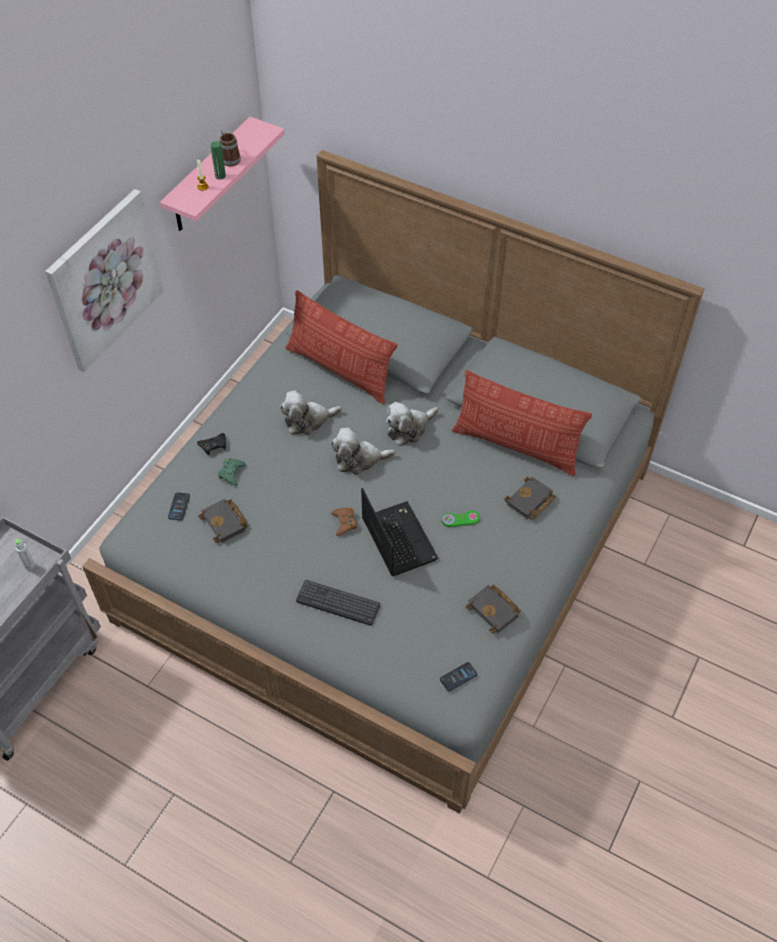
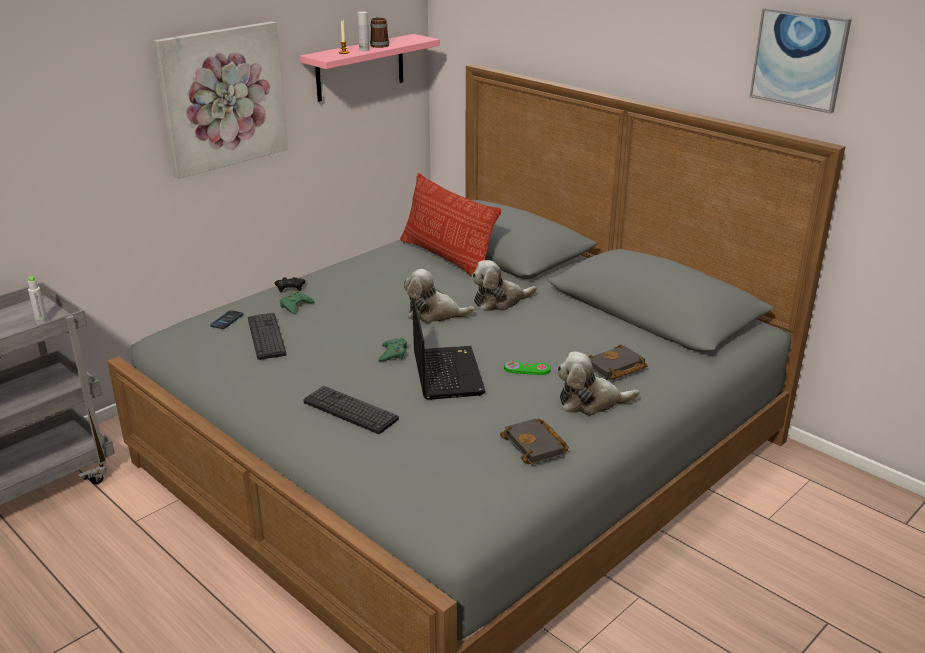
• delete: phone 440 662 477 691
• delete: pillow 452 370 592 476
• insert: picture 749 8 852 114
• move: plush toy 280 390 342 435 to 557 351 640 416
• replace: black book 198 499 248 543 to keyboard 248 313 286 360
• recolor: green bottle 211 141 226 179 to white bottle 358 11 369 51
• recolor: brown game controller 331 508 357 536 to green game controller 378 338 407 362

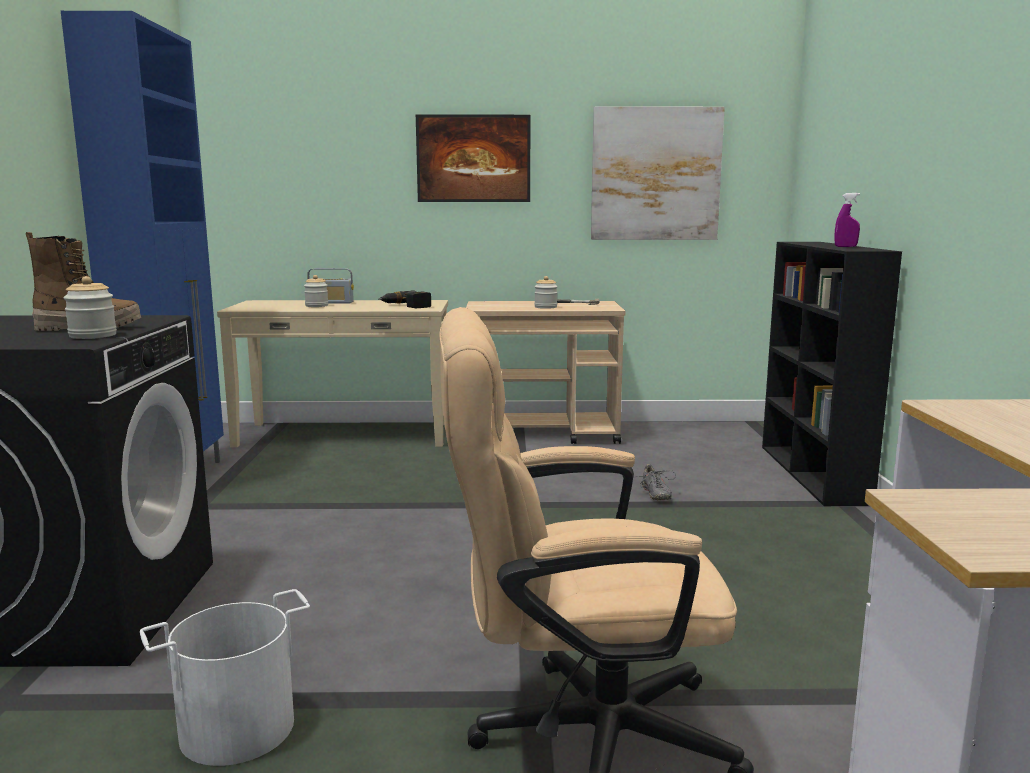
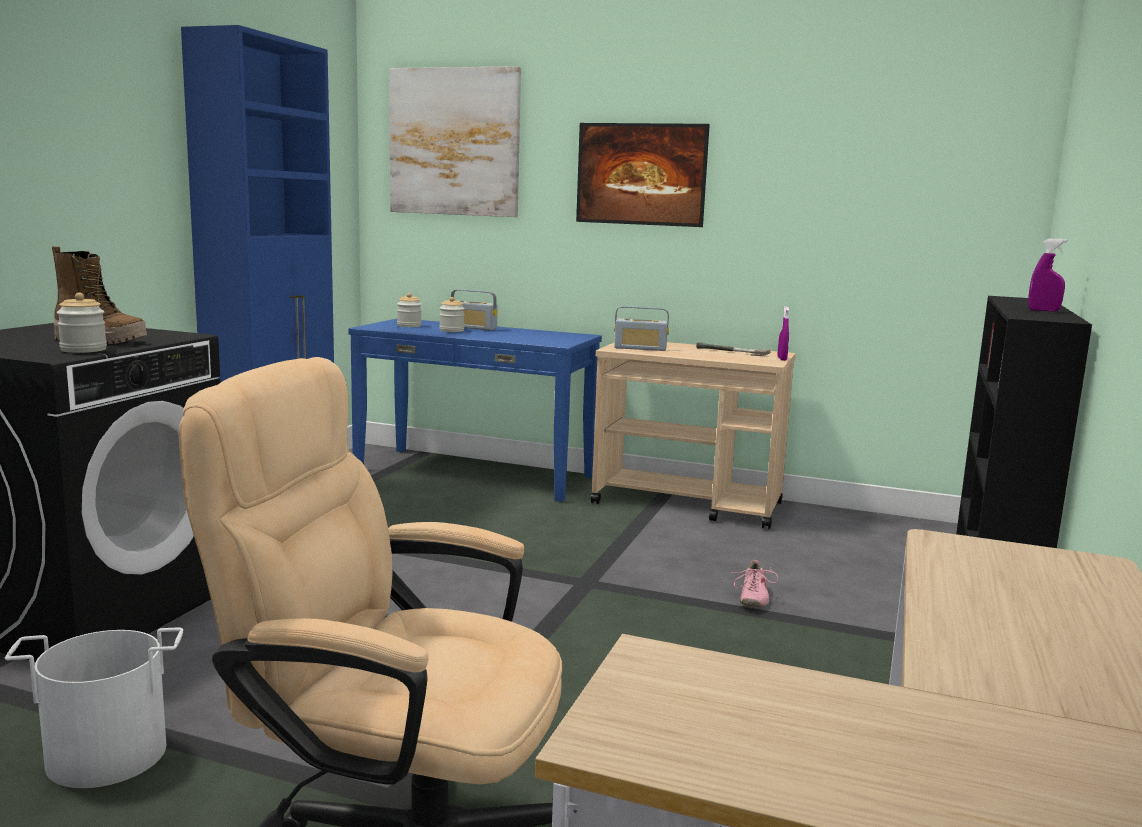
• delete: power drill 379 291 431 308
• insert: radio 614 306 669 351
• insert: purple spray bottle 778 306 789 361
• move: jar 534 276 558 309 to 397 293 422 327
• move: picture 591 106 725 240 to 389 66 521 217
• recolor: beige console table 217 300 448 448 to blue console table 349 318 602 502
• recolor: grey shoe 636 464 676 500 to pink shoe 731 560 778 607

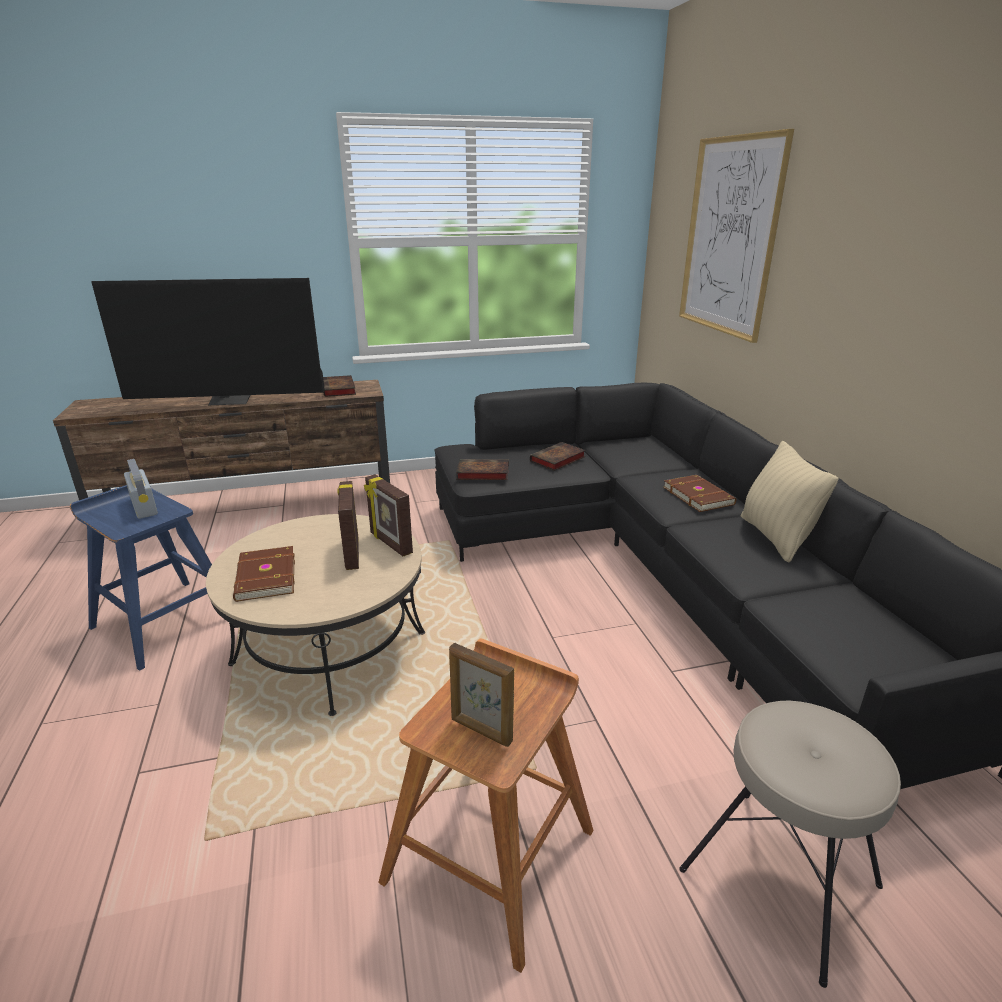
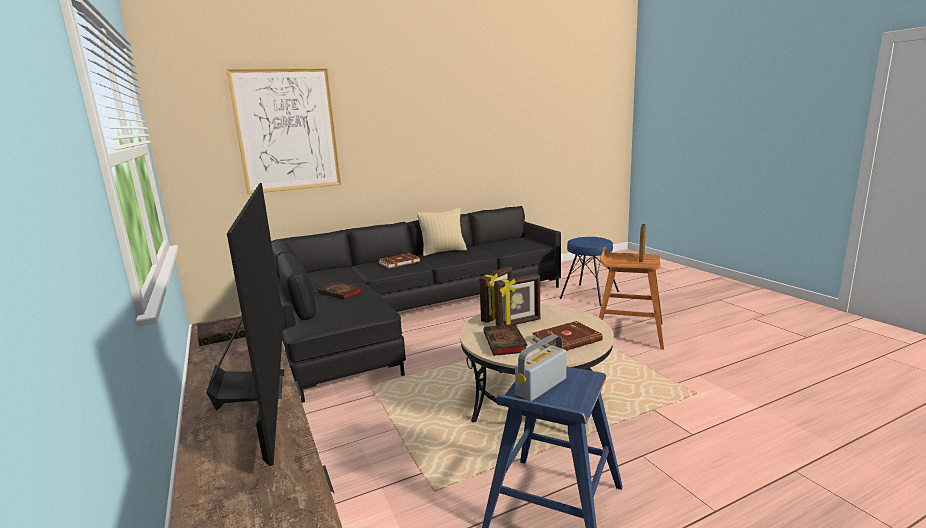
• move: book 456 459 509 480 to 483 324 528 356
• recolor: beige stool 679 701 901 988 to blue stool 559 237 619 306

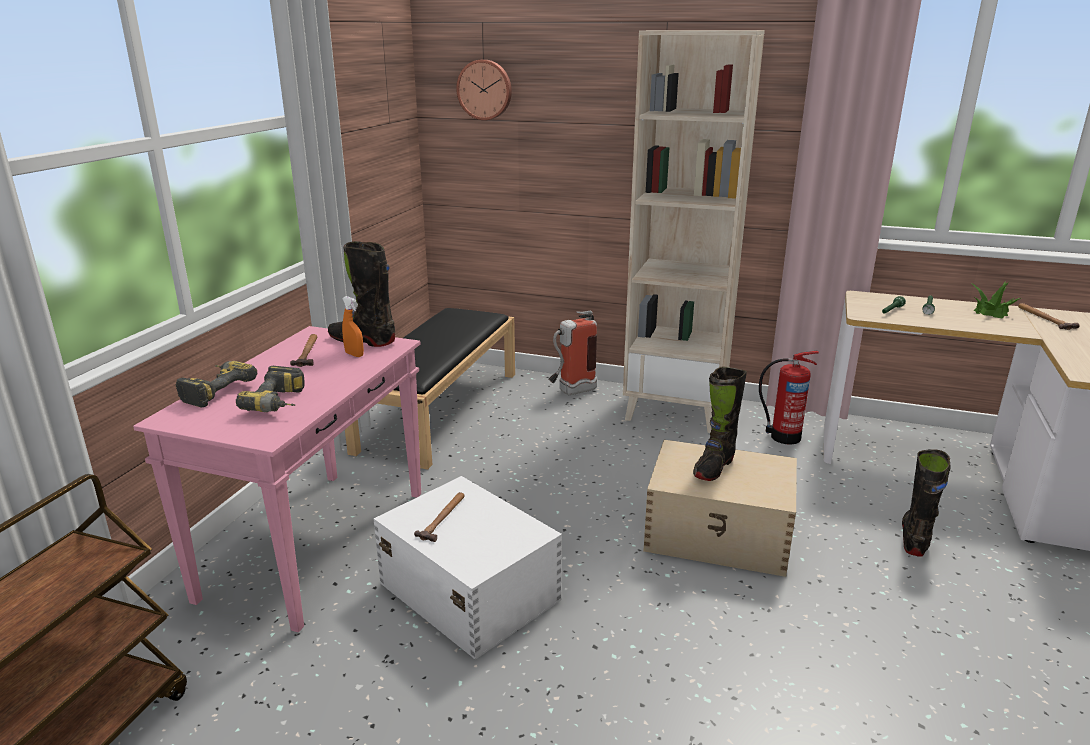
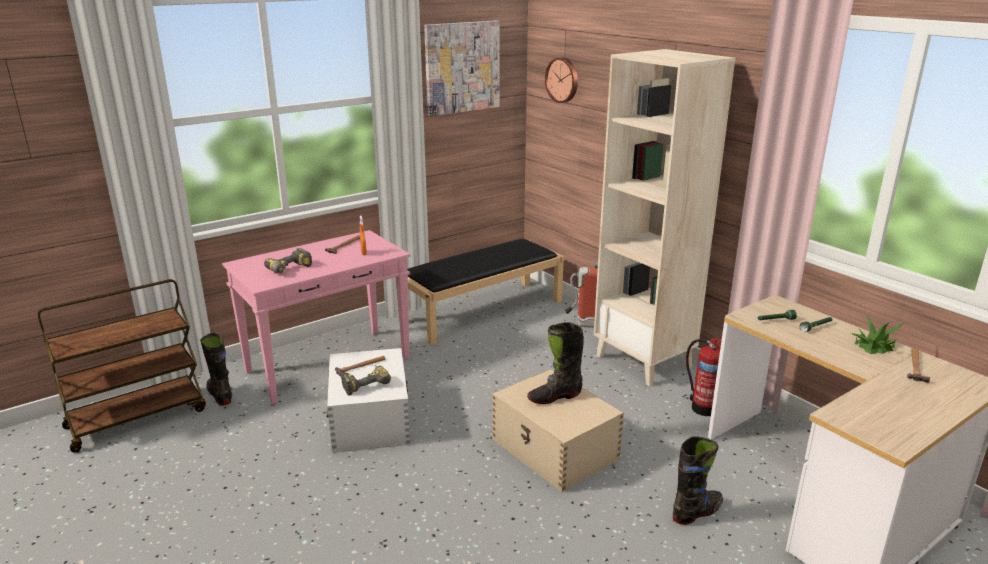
• insert: picture 424 20 500 116
• move: power drill 176 361 257 408 to 341 365 391 395
• move: black boot 328 241 395 347 to 200 333 232 406

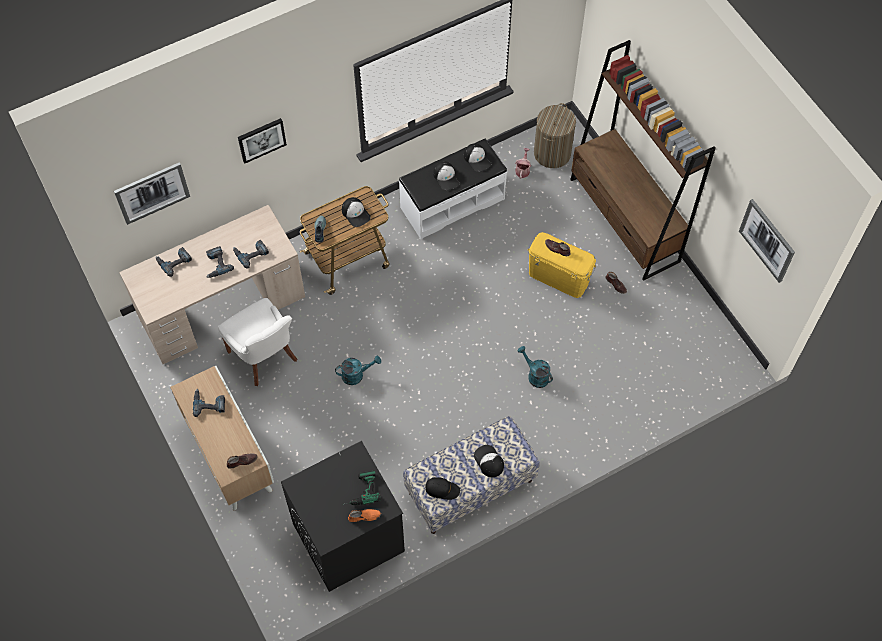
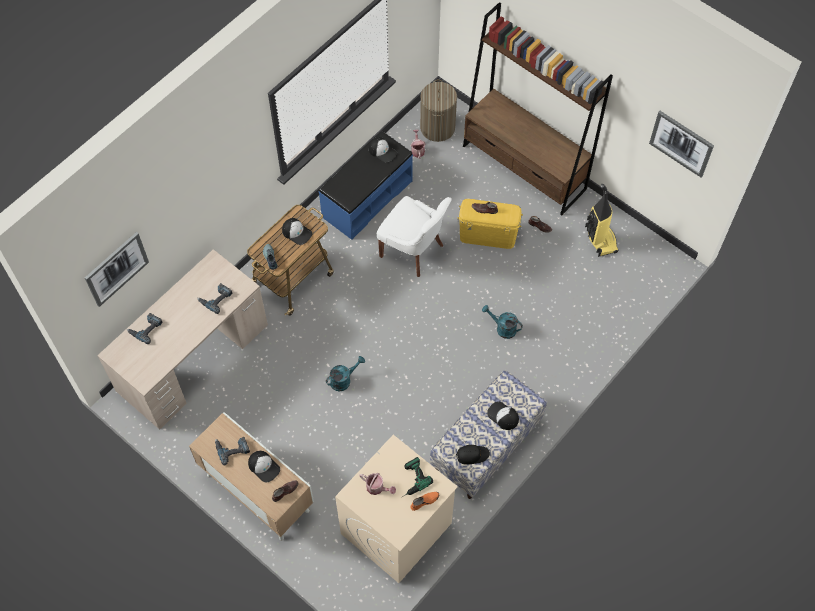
• delete: power drill 206 246 234 278
• delete: picture 238 118 287 164
• insert: watering can 359 473 396 495
• insert: vacuum cleaner 585 184 618 257
• move: white chair 218 298 297 386 to 377 196 452 277
• move: cap 433 161 460 190 to 248 451 280 482
• recolor: black washing machine 281 441 405 592 to beige washing machine 335 435 458 583
• recolor: white bench 399 139 507 239 to blue bench 319 131 413 240

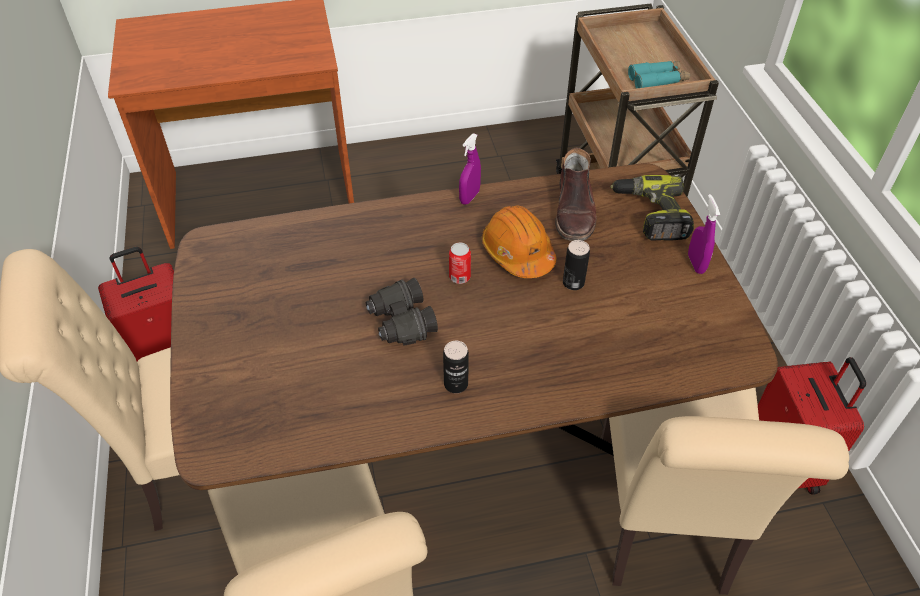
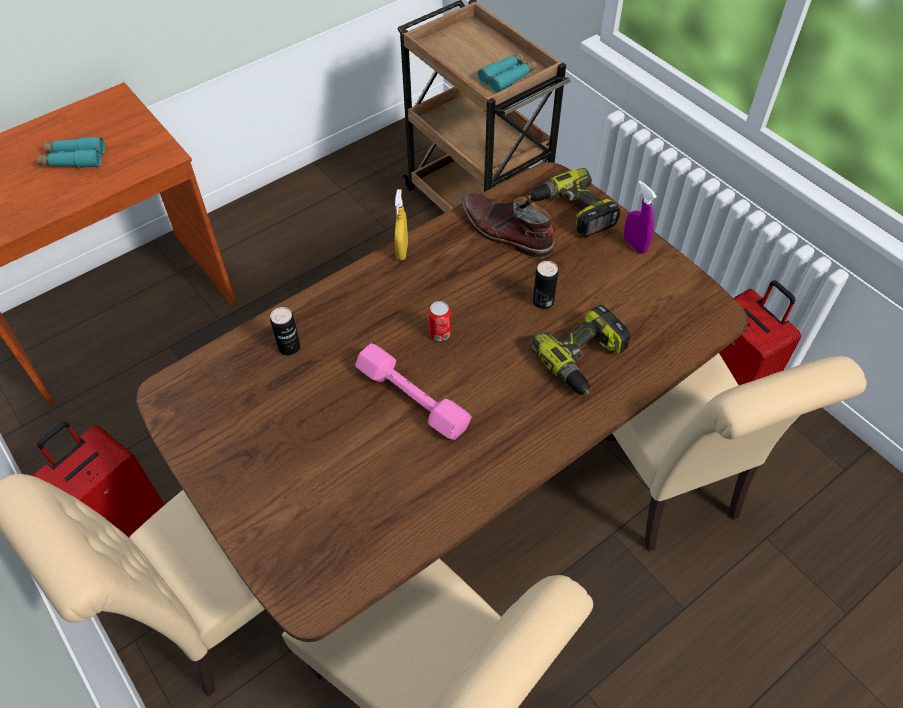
• delete: orange hard hat 482 205 556 278
• insert: turquoise binoculars 36 137 105 168
• insert: power drill 530 305 631 395
• move: can 443 341 469 393 to 270 307 300 356
• replace: black binoculars 366 278 438 346 to pink dumbbell 355 343 472 440
• recolor: purple spray bottle 459 133 481 205 to yellow spray bottle 395 189 408 260
• rotate: brown boot 555 148 597 241 = 462 192 555 258 150 degrees clockwise

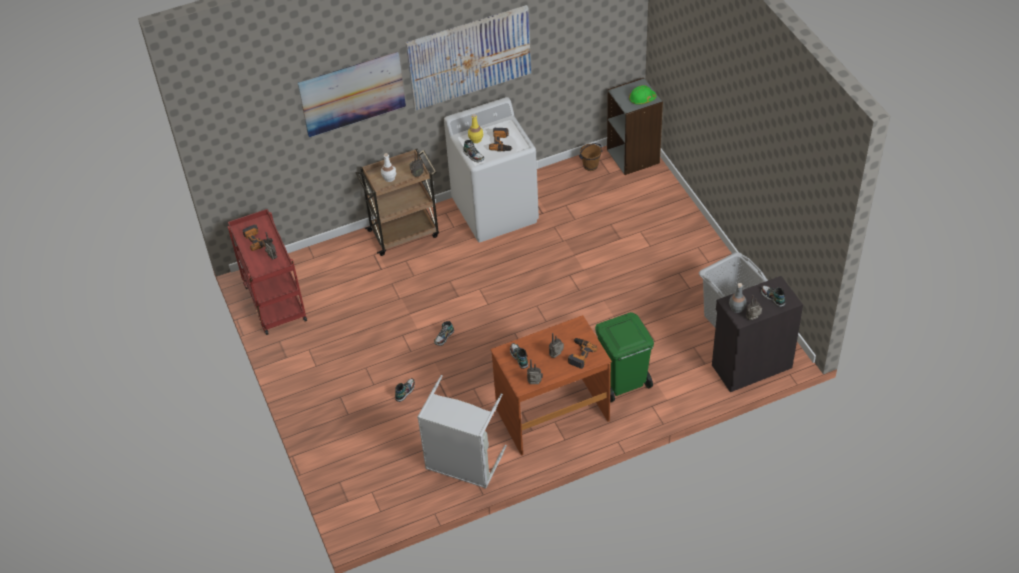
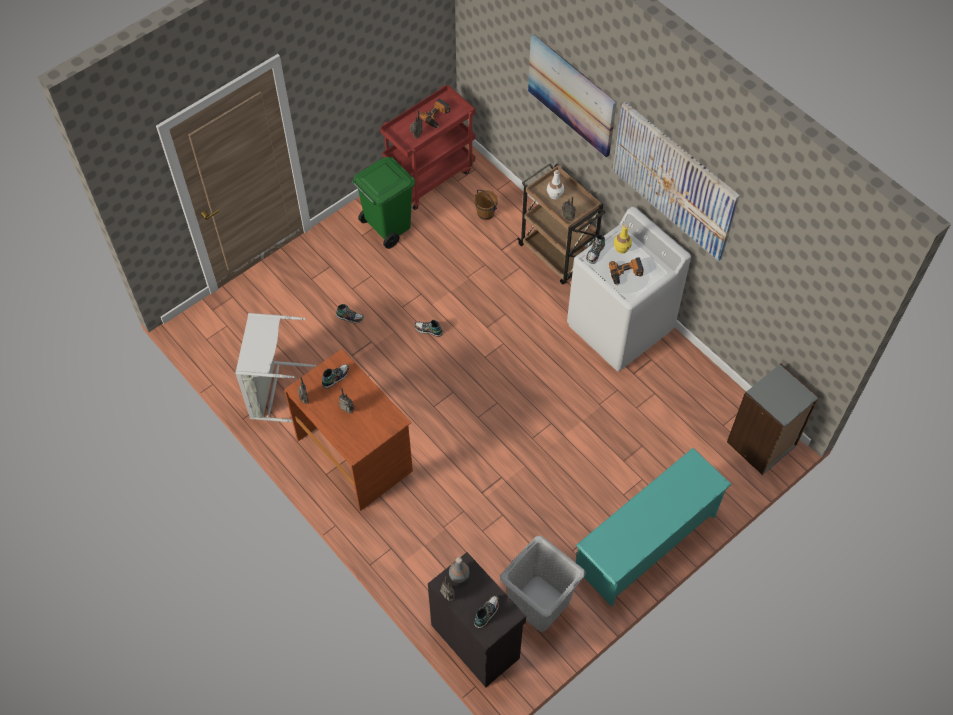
• delete: power drill 568 338 598 369
• delete: green hard hat 629 85 657 105
• insert: turquoise shoe rack 575 448 732 606
• move: brown bucket 579 143 603 171 to 474 190 498 220
• move: green trash can 595 312 654 402 to 352 157 415 249

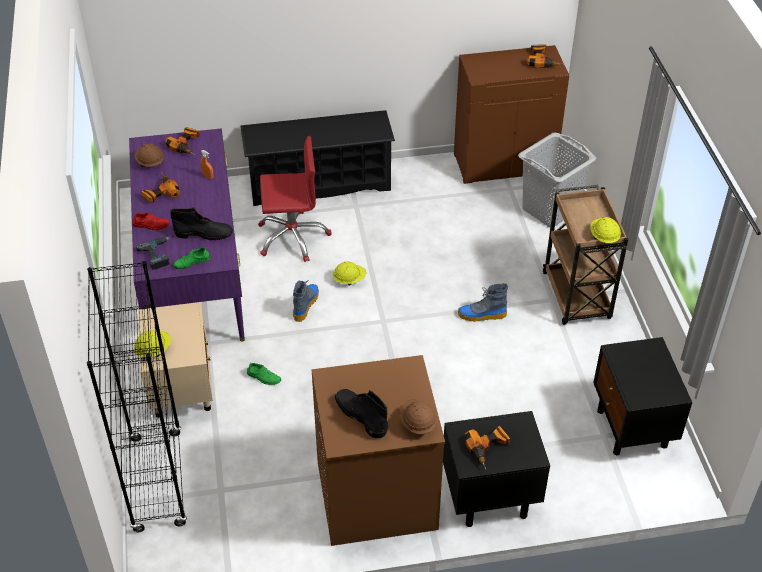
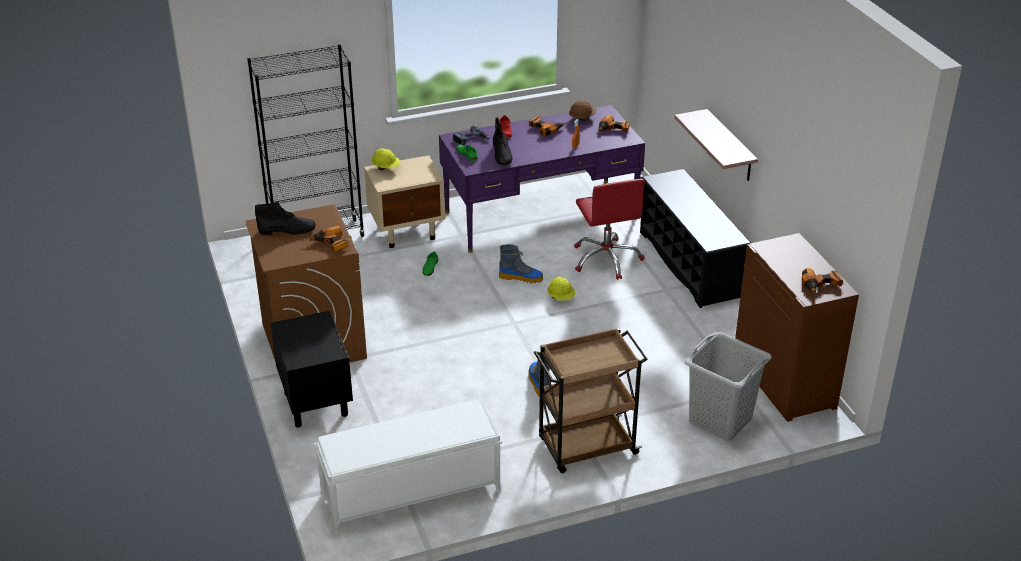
• delete: brown hard hat 400 399 437 434
• delete: yellow hard hat 590 217 621 243
• insert: shelf 674 109 758 181
• move: power drill 465 426 510 470 to 303 226 348 253
• replace: black nightstand 593 337 693 455 to white bench 314 400 502 534
• rotate: black boot 335 389 388 439 = 255 201 316 235 45 degrees clockwise

